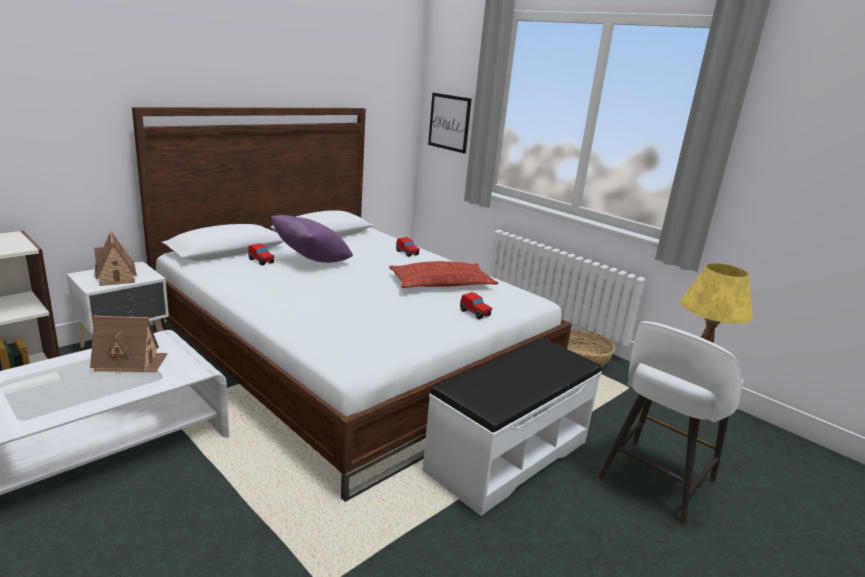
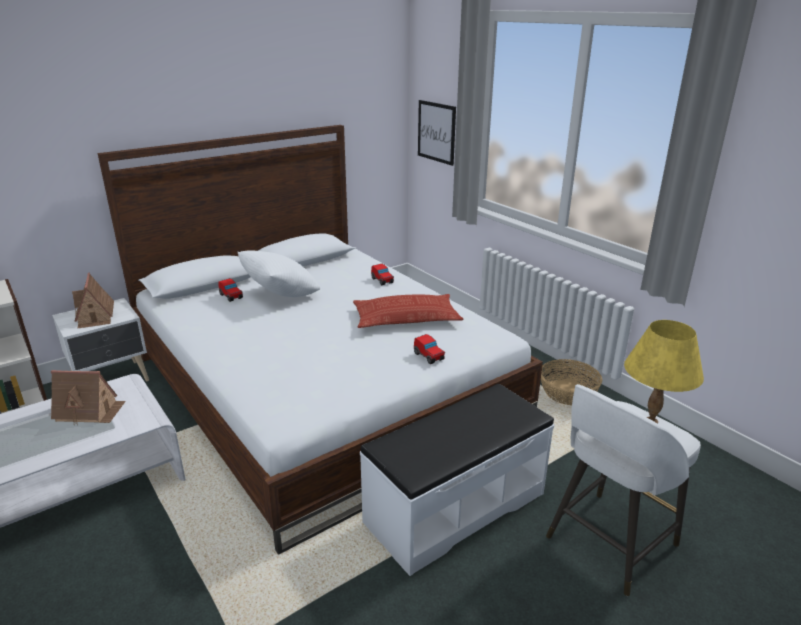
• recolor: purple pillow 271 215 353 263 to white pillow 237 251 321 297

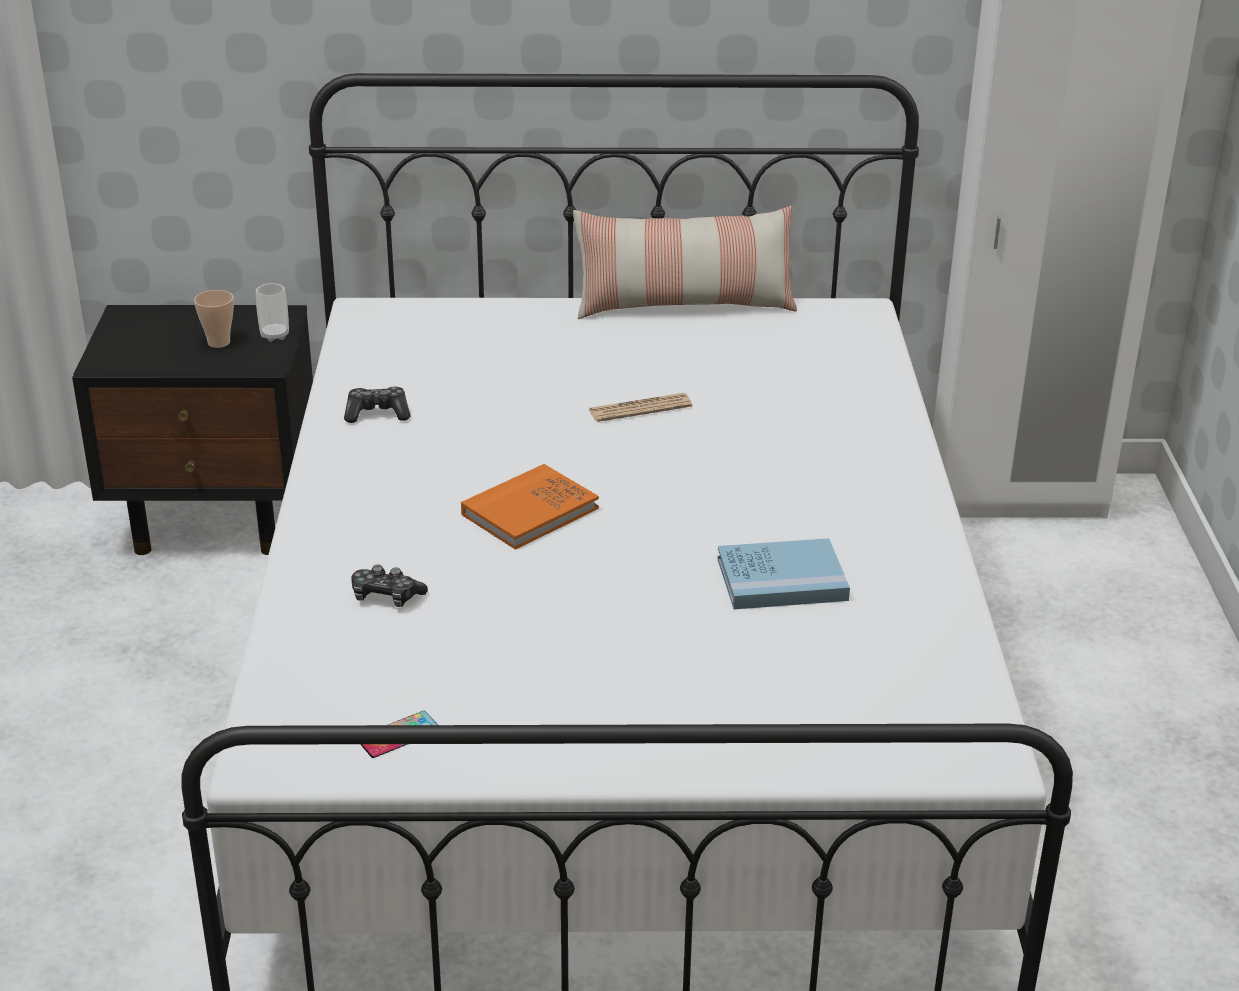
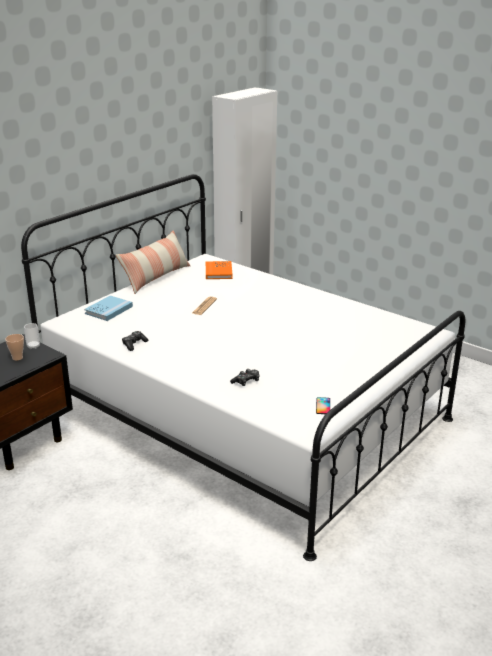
• move: orange book 461 464 599 550 to 206 261 233 279
• move: blue book 717 538 850 609 to 84 295 133 321

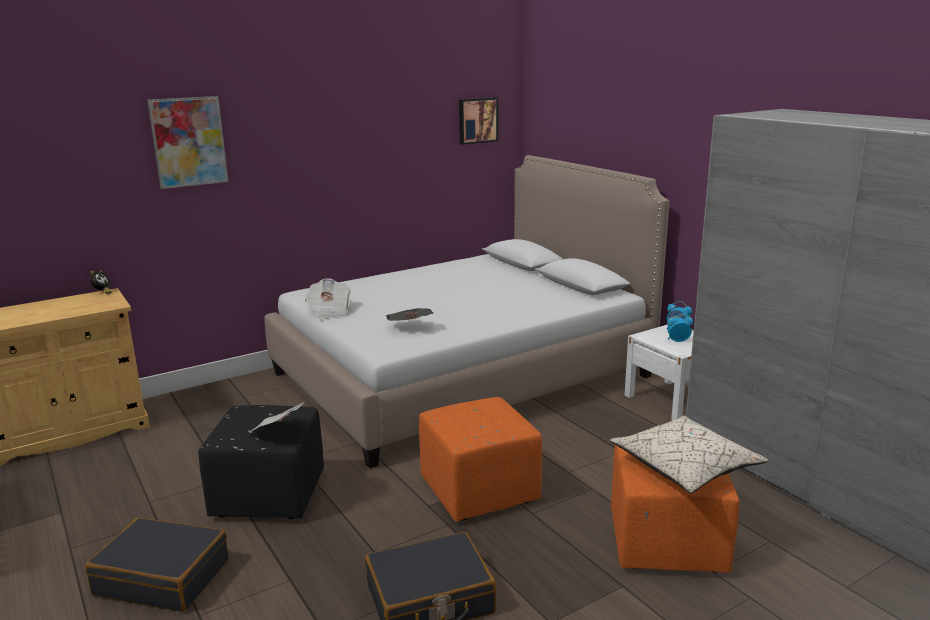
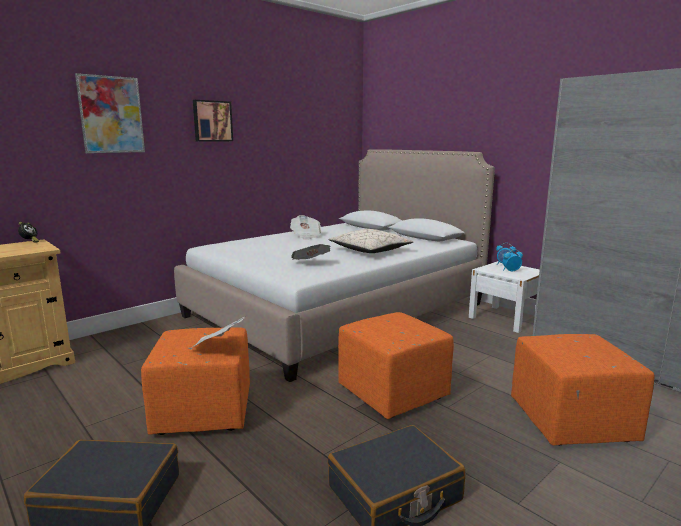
• move: newspaper 305 278 351 320 to 290 215 321 240
• move: picture 459 97 498 145 to 193 100 233 142
• move: beige pillow 610 416 769 493 to 328 229 413 253
• recolor: black ottoman 198 405 324 519 to orange ottoman 141 327 250 435

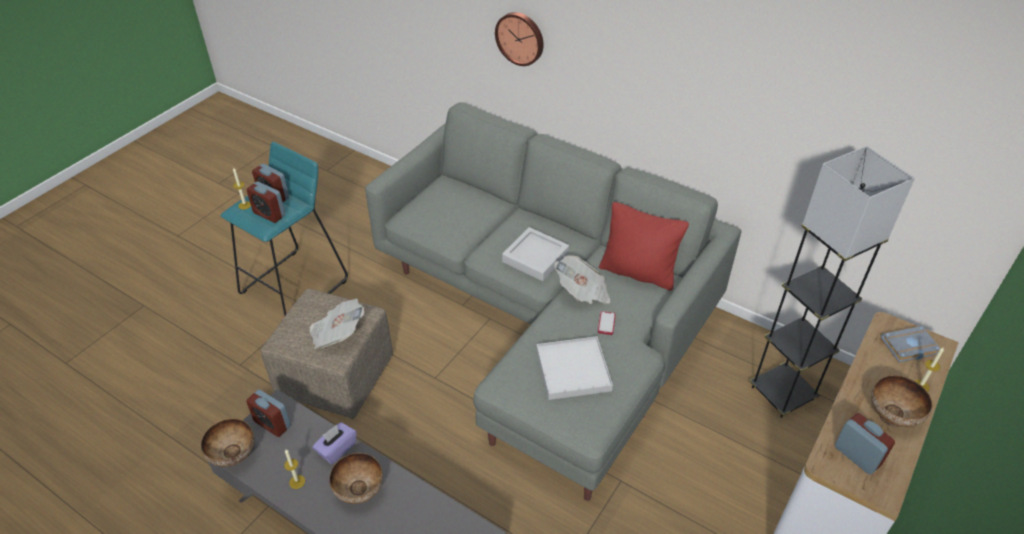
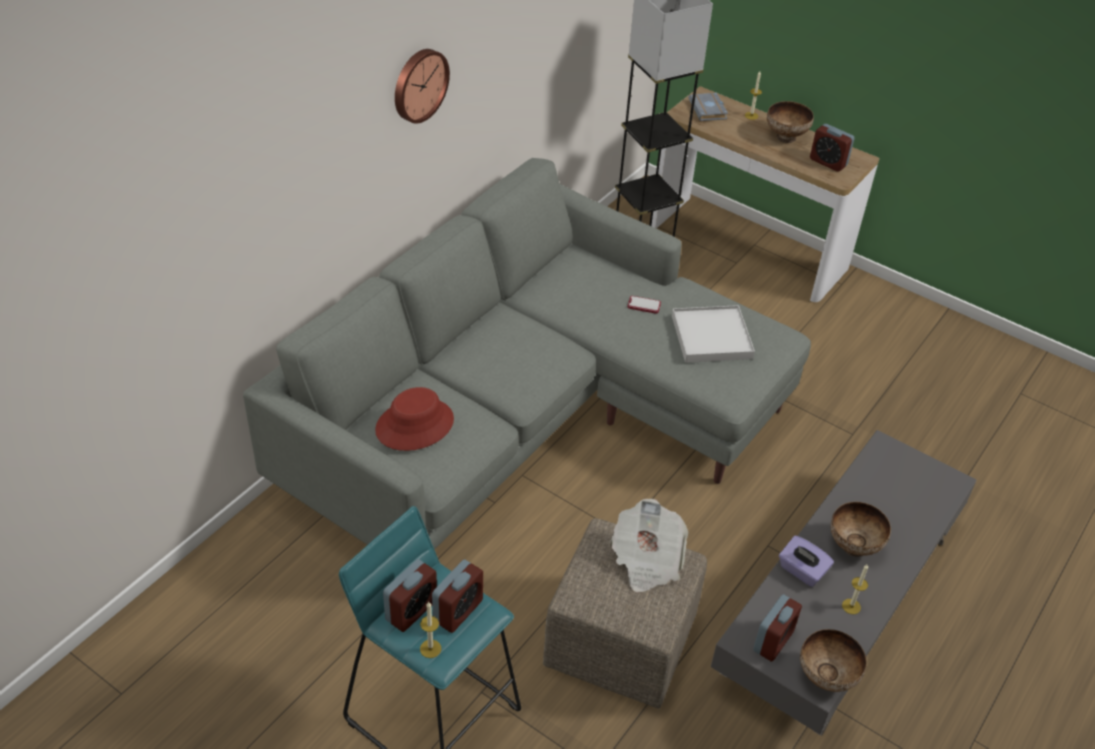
• delete: grey tray 502 227 569 281
• delete: newspaper 554 255 611 304
• delete: red pillow 599 202 689 291
• insert: red hat 375 387 454 451
• move: wall clock 495 12 544 66 to 395 49 450 123
• rotate: alarm clock 835 413 895 475 = 810 124 855 172 105 degrees counterclockwise

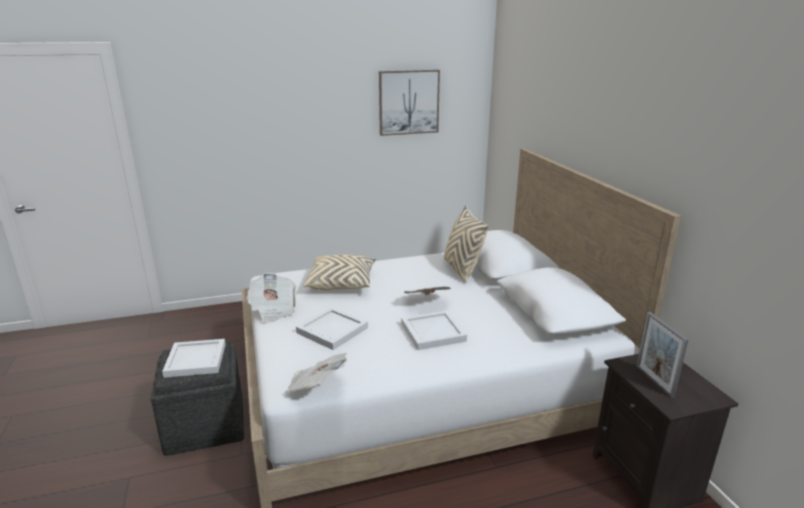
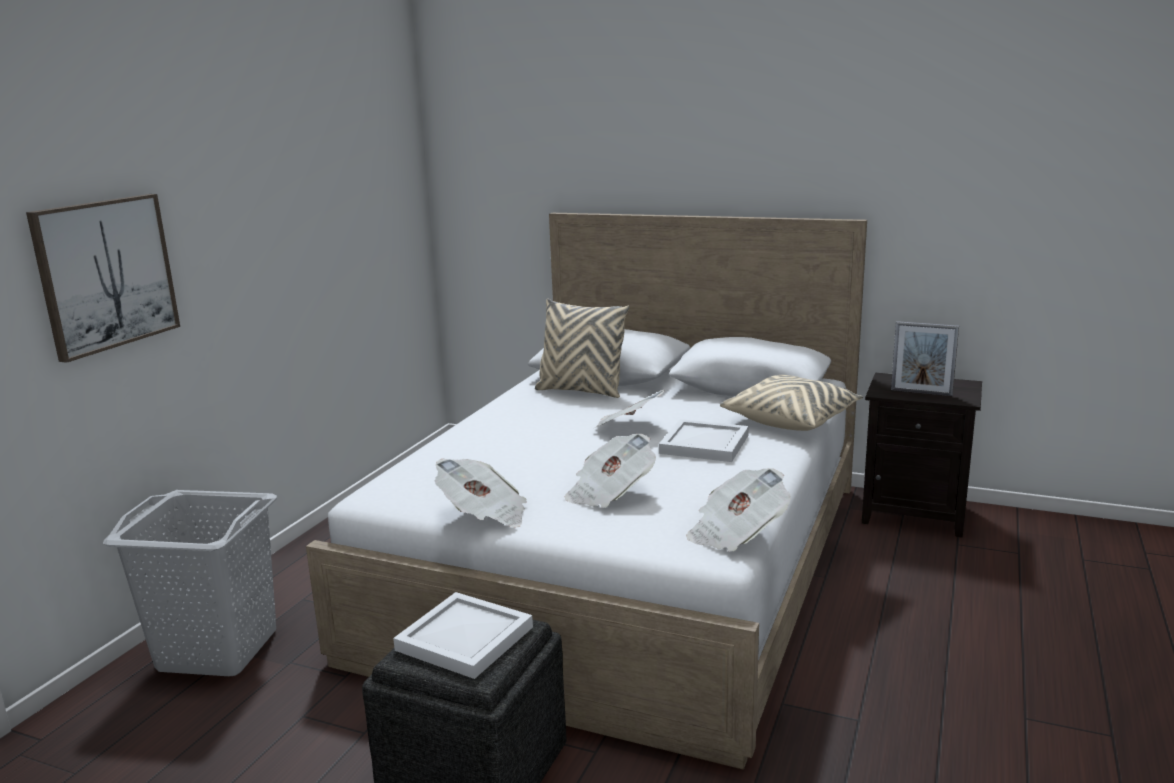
• insert: grey laundry basket 103 490 277 676
• move: beige pillow 304 255 376 290 to 720 375 863 431
• move: picture 379 70 440 136 to 26 194 180 363
• replace: white tray 296 307 368 350 to newspaper 565 434 656 508

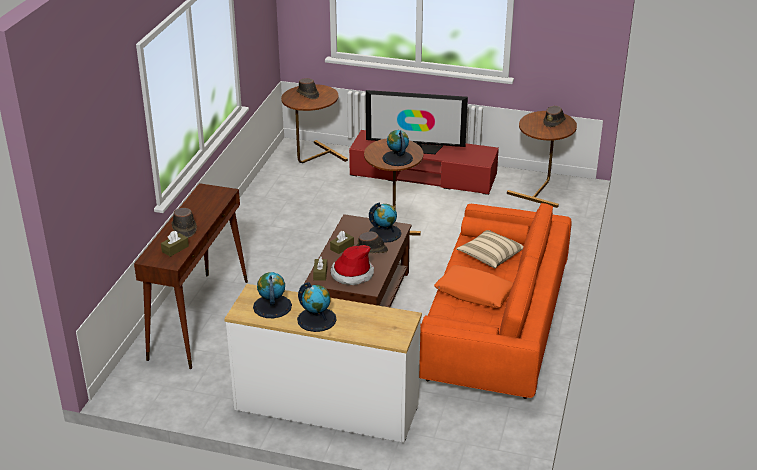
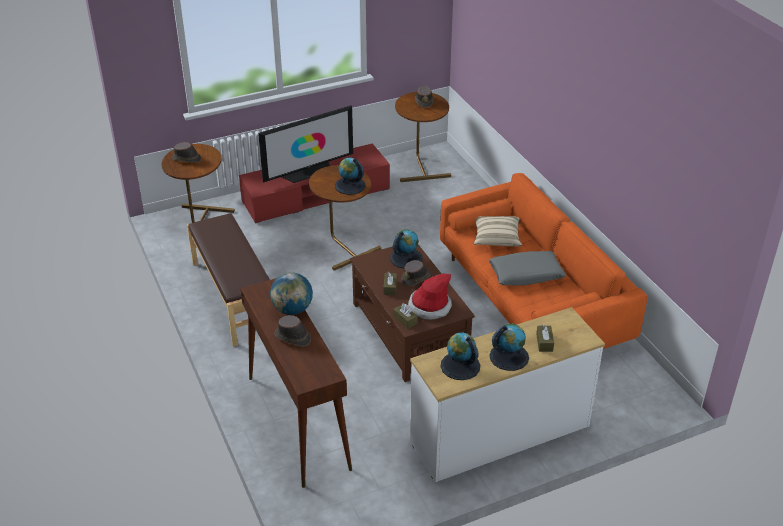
• insert: brown bench 187 213 270 347
• insert: globe 270 273 313 315
• move: brown tissue box 161 231 189 257 to 536 325 554 352
• recolor: orange pillow 434 265 513 308 to grey pillow 489 251 566 286

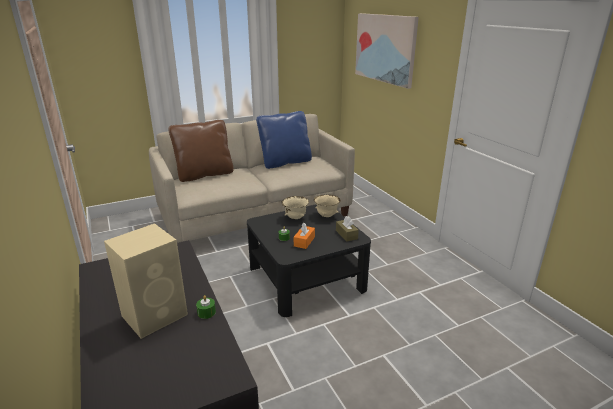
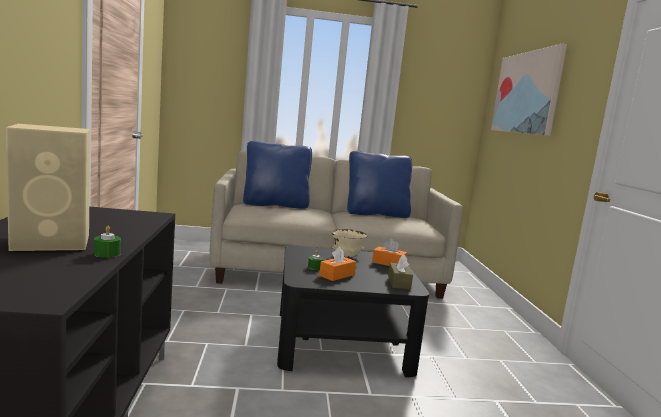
• replace: beige bowl 314 194 341 217 to orange tissue box 372 239 407 266
• recolor: brown pillow 168 120 234 182 to blue pillow 243 141 312 209

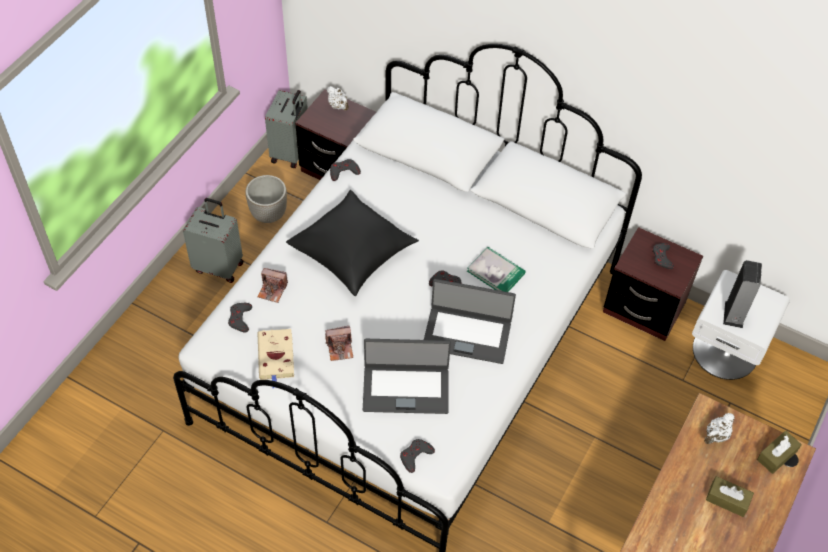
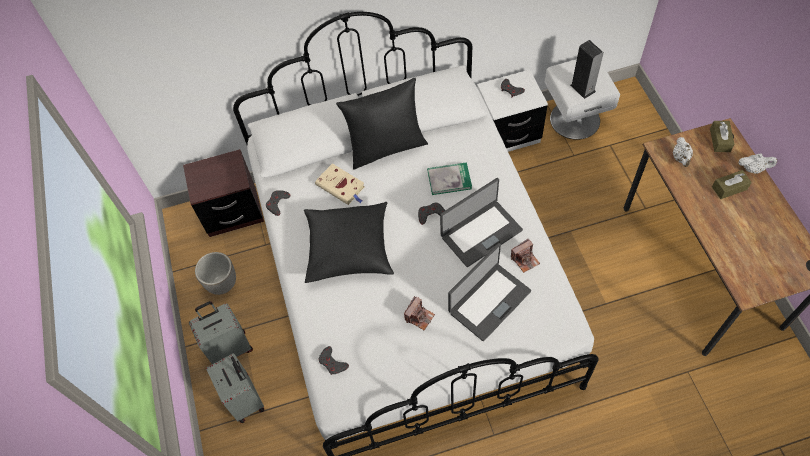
• delete: grey game controller 400 439 435 473
• insert: black pillow 336 78 428 170
• move: beige book 257 329 294 389 to 315 164 365 205
• move: photo camera 258 268 288 303 to 511 239 540 273
• move: grey suitcase 265 90 308 168 to 206 353 264 423
• move: white teapot 327 86 349 111 to 739 154 777 174
• recolor: brown nightstand 603 227 703 341 to white nightstand 477 70 548 152

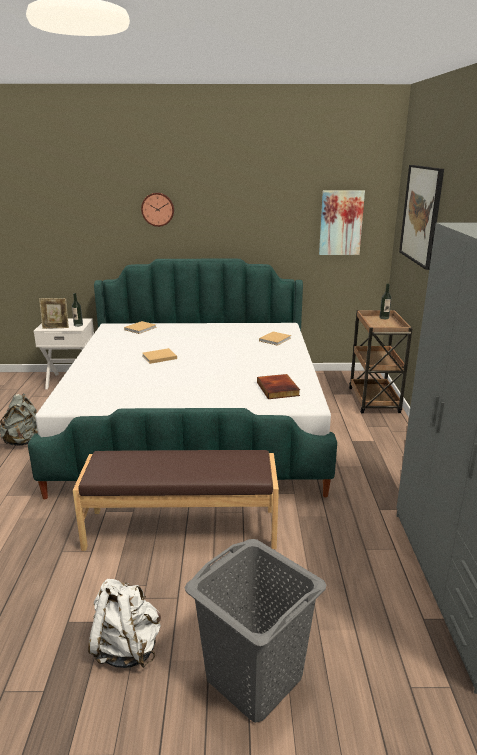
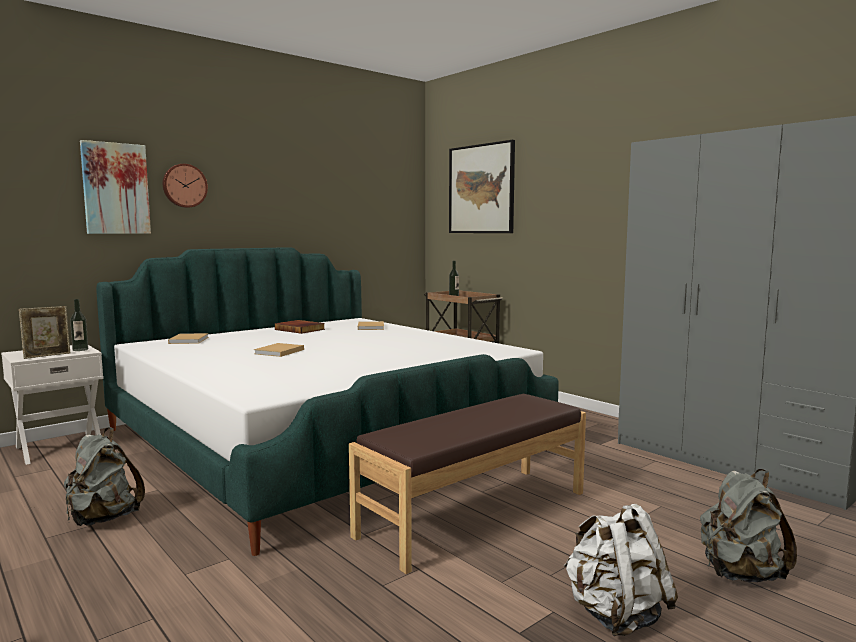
• move: book 257 374 300 399 to 275 320 325 334
• move: picture 319 191 365 255 to 80 140 151 234
• replace: grey laundry basket 185 539 327 723 to grey backpack 700 469 797 582

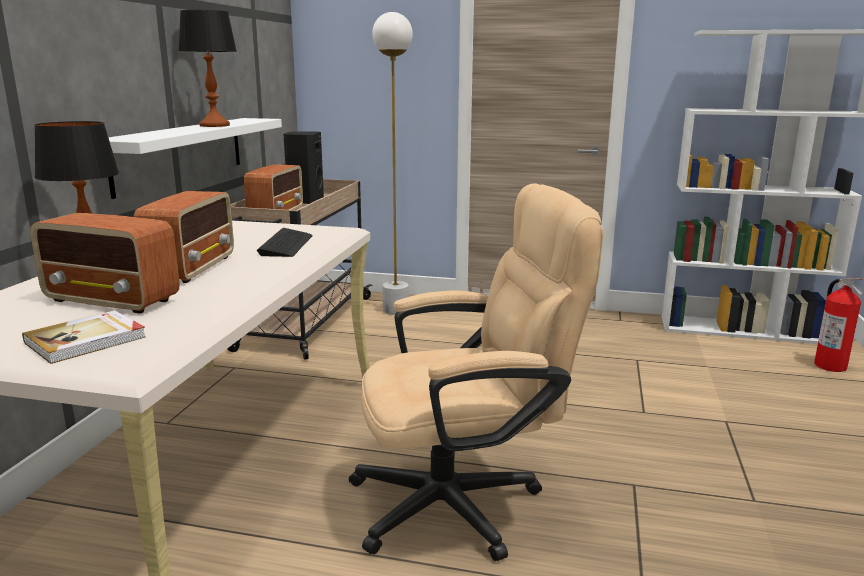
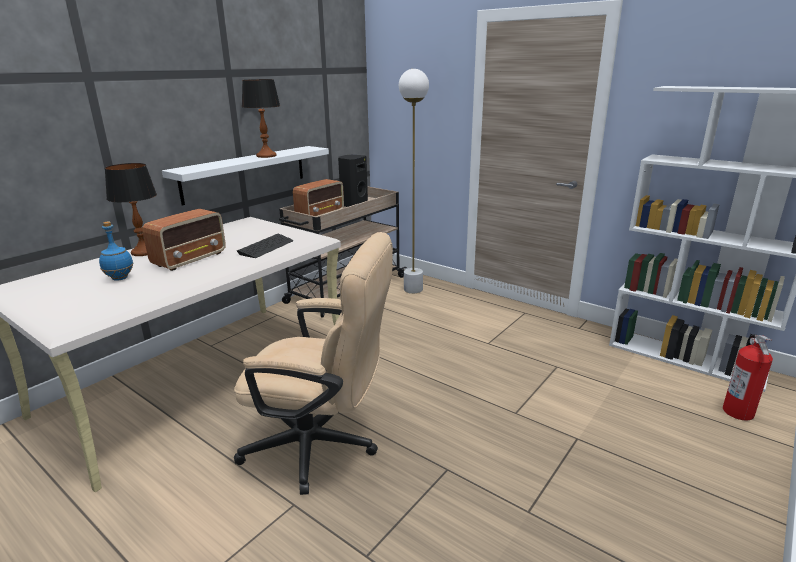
• delete: book 22 310 146 364
• replace: radio 30 213 180 314 to blue bottle 99 222 133 281

